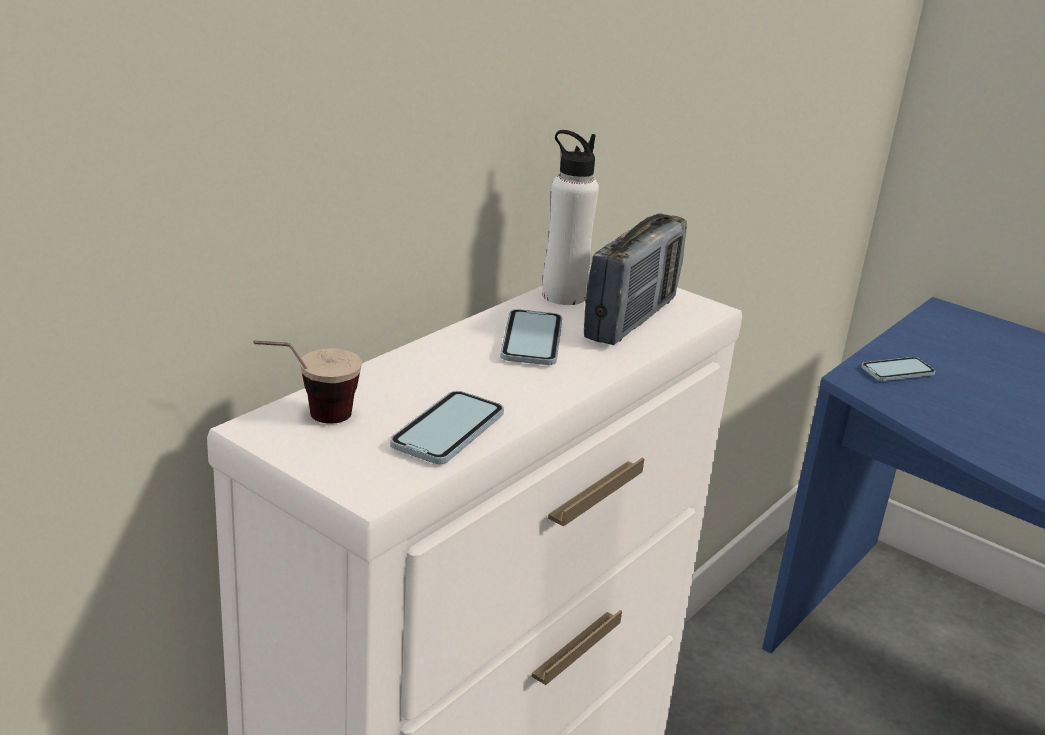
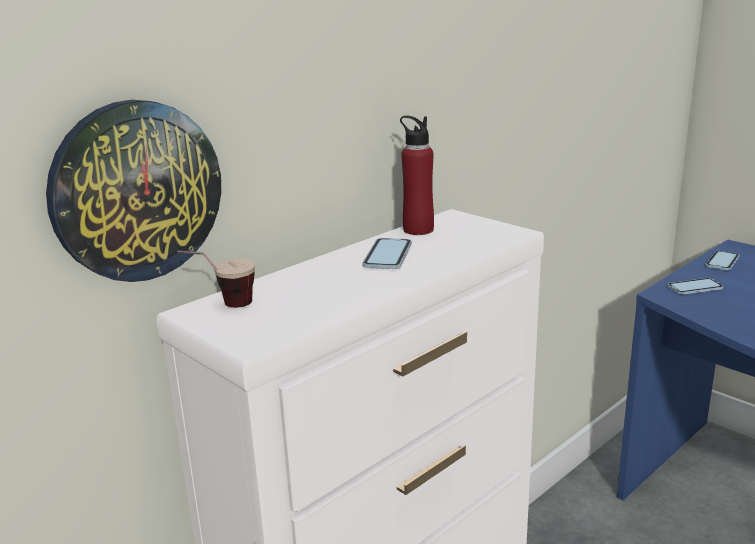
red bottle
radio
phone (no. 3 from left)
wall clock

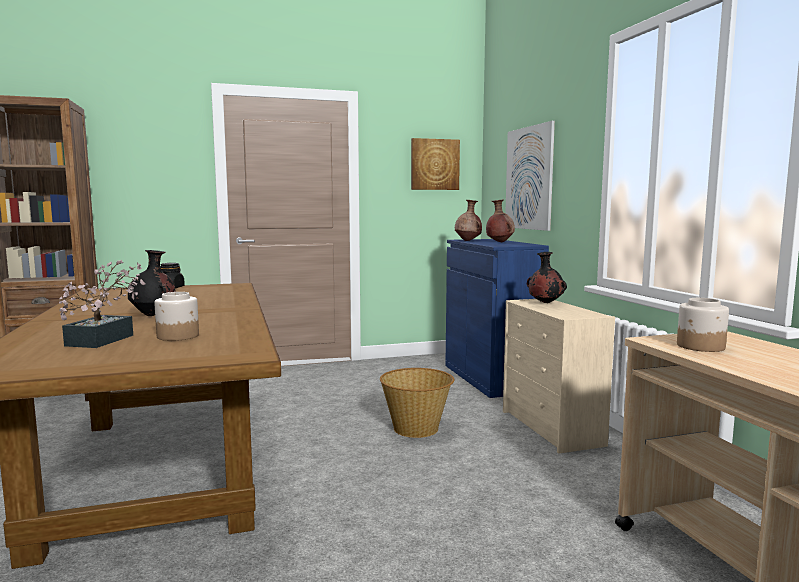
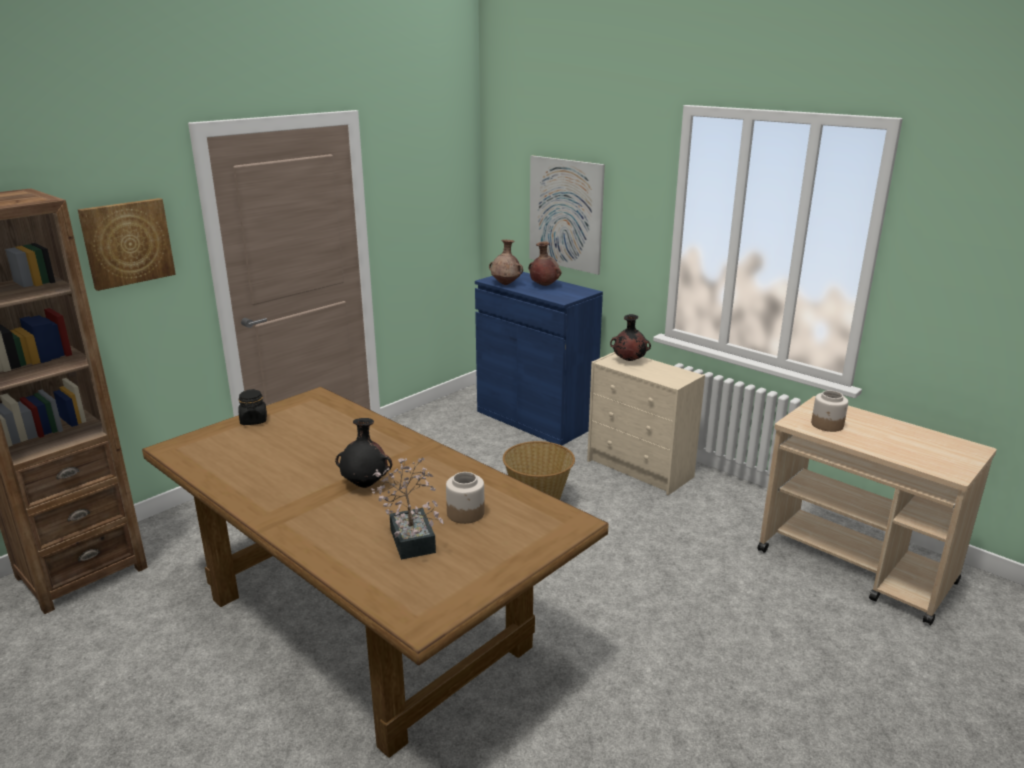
picture (no. 1 from left)

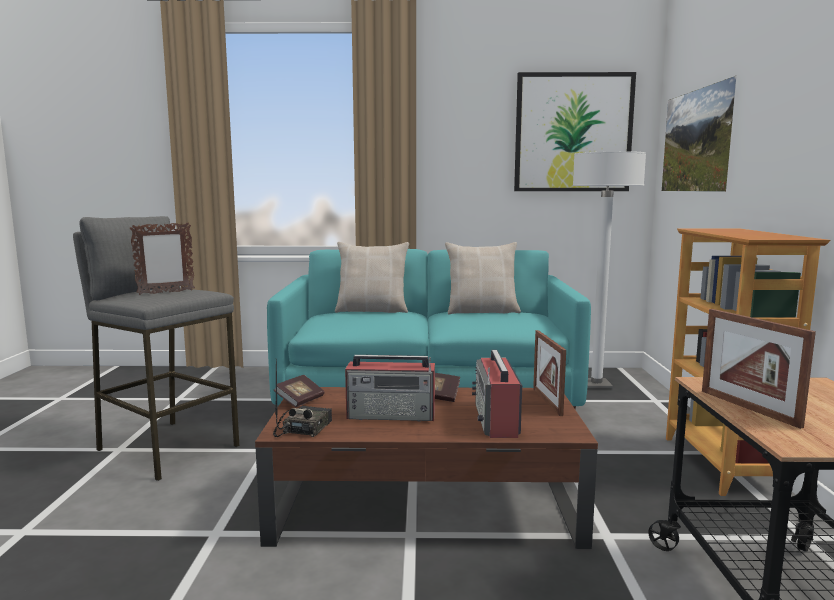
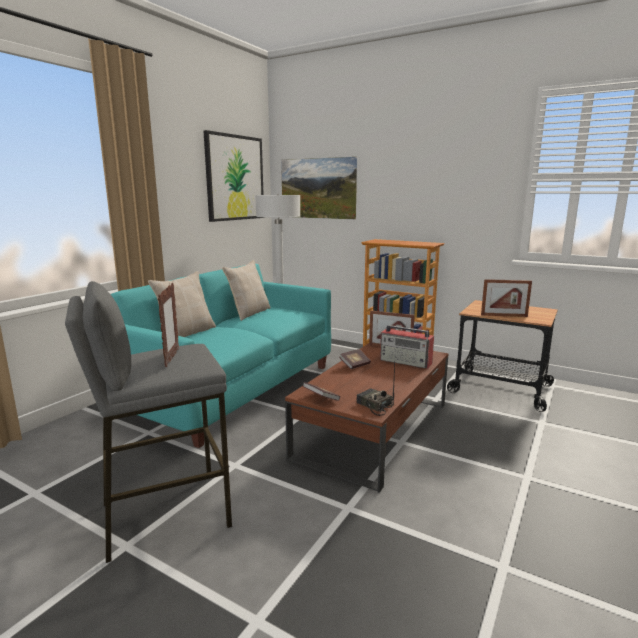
radio (no. 2 from left in the first image)

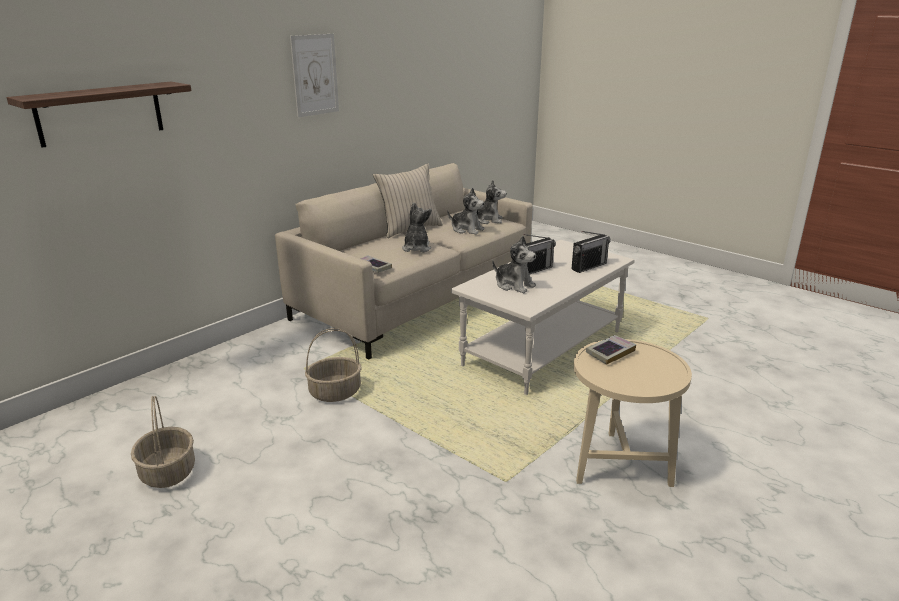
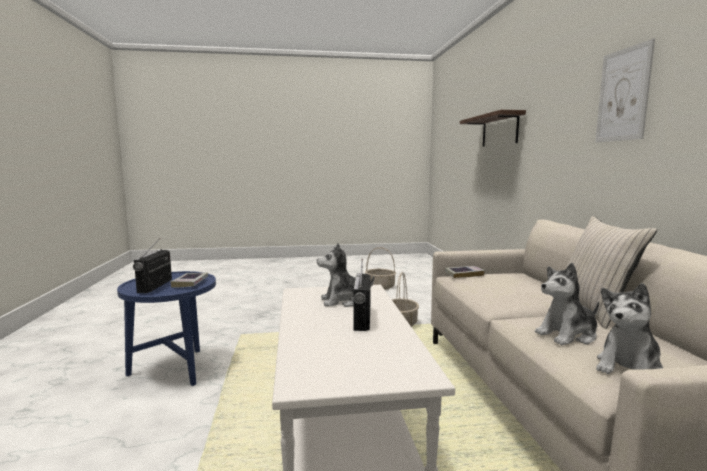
plush toy (no. 1 from left in the first image)
radio (no. 1 from left)
blue side table

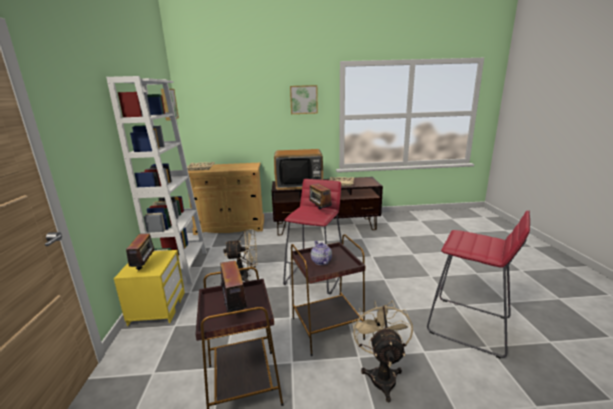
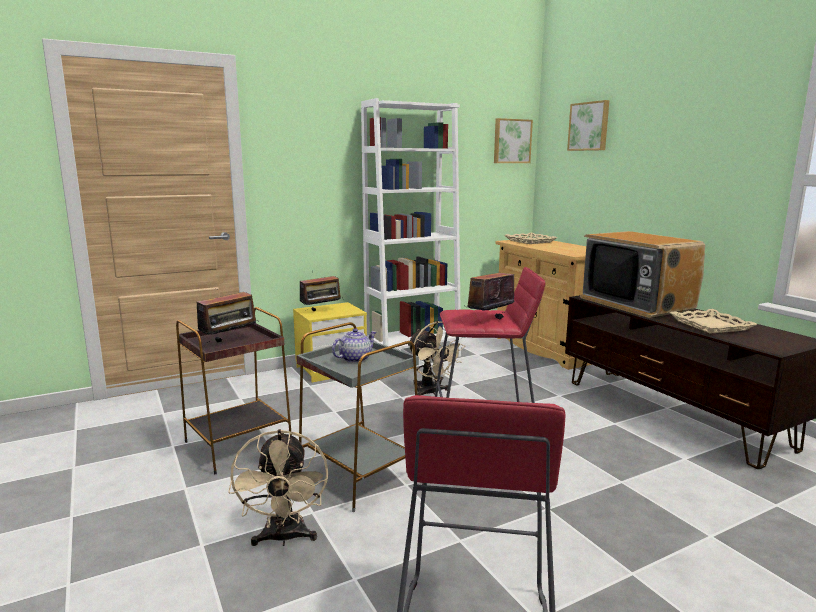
picture (no. 2 from left)
grey side table
beige fan (no. 1 from left)

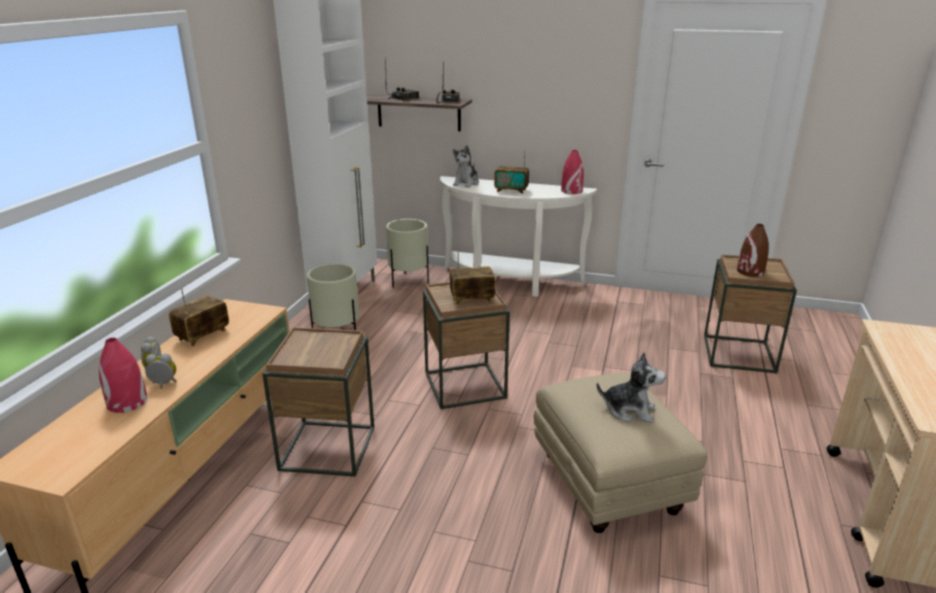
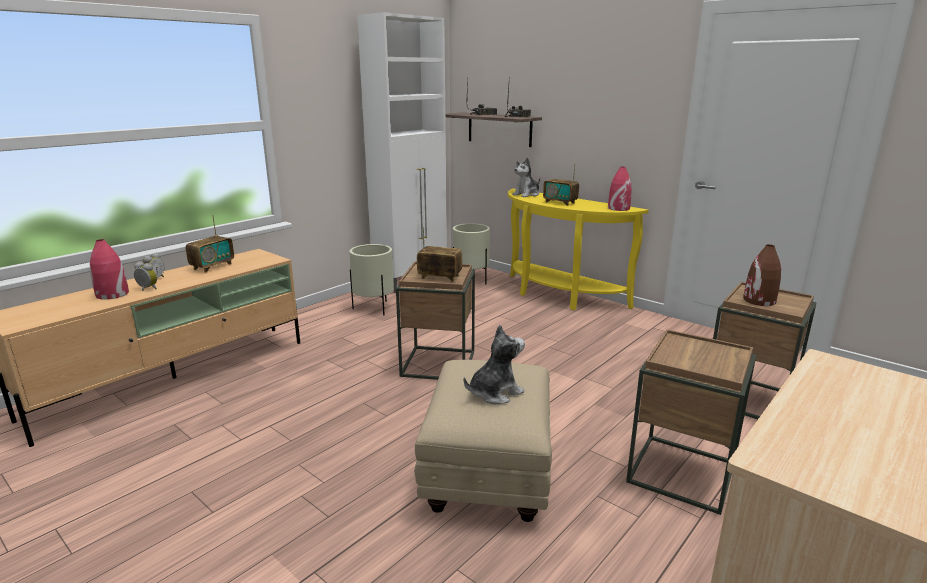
yellow console table
radio (no. 1 from left)
brown side table (no. 2 from left)
plush toy (no. 1 from left)

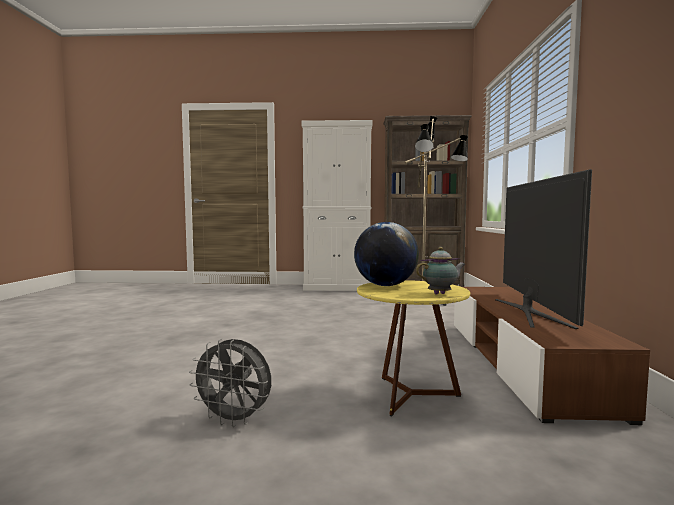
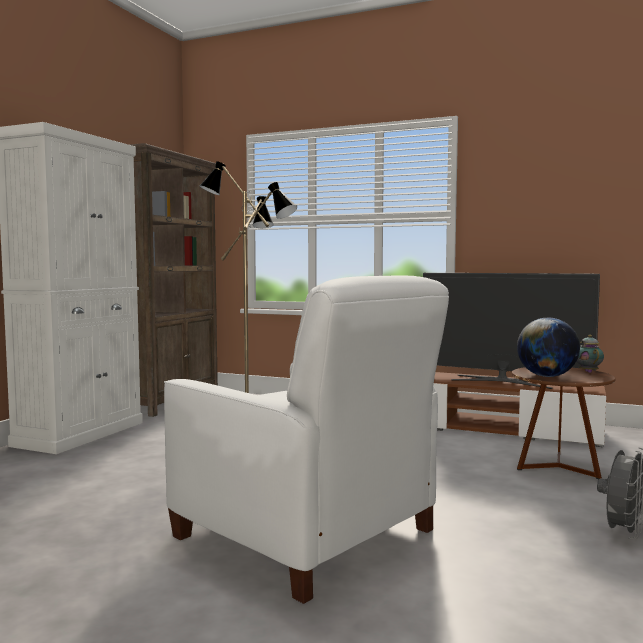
brown side table
white armchair

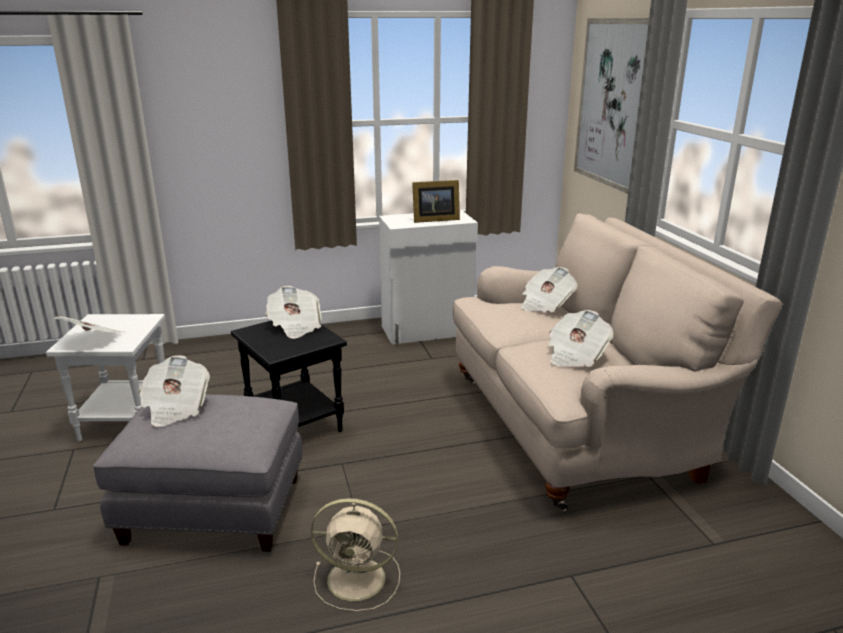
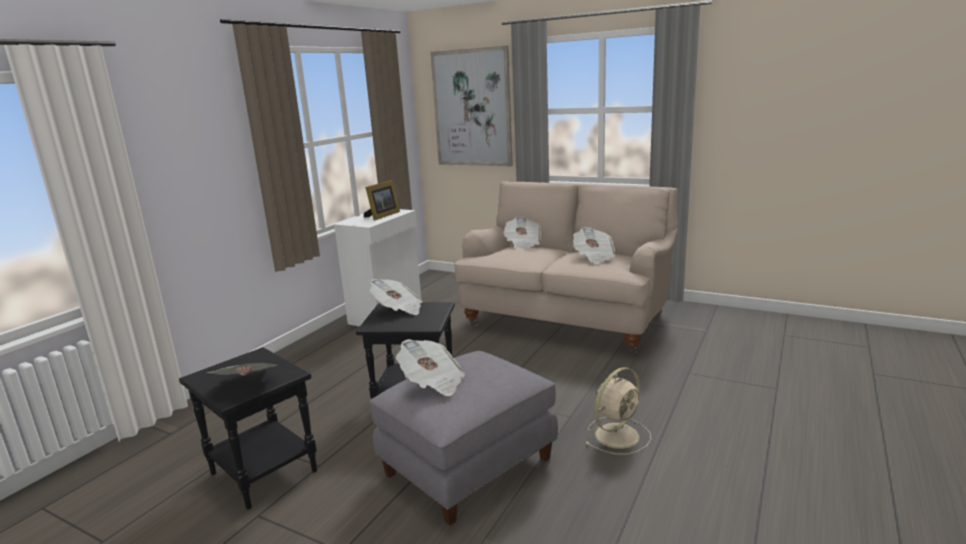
black side table (no. 1 from left)

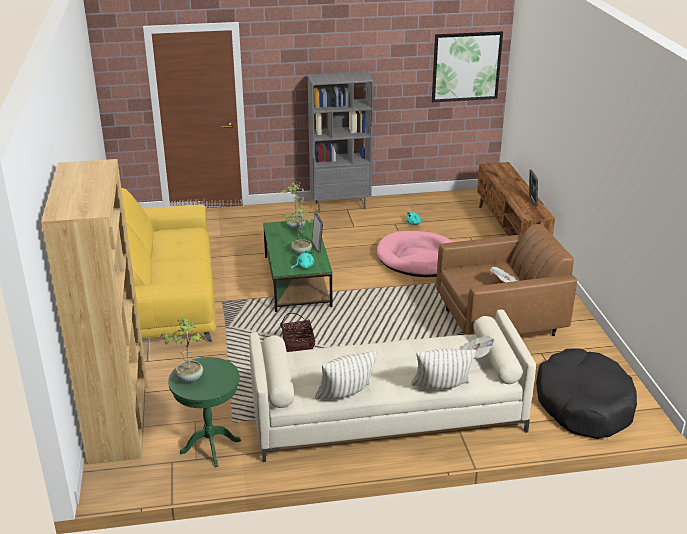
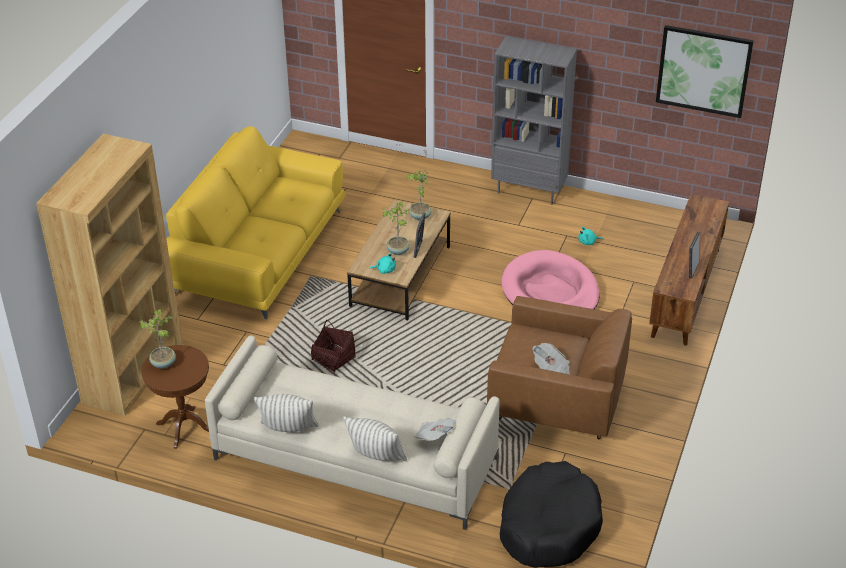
brown coffee table
brown side table

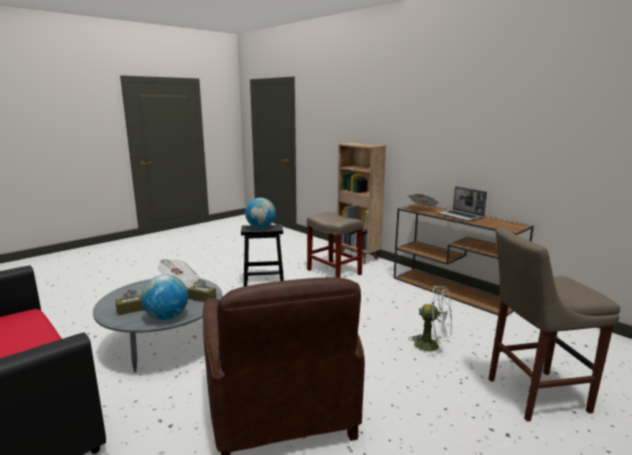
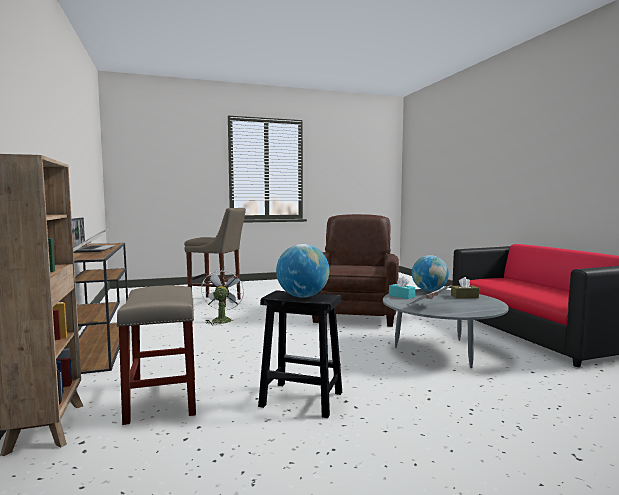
turquoise tissue box
white fan

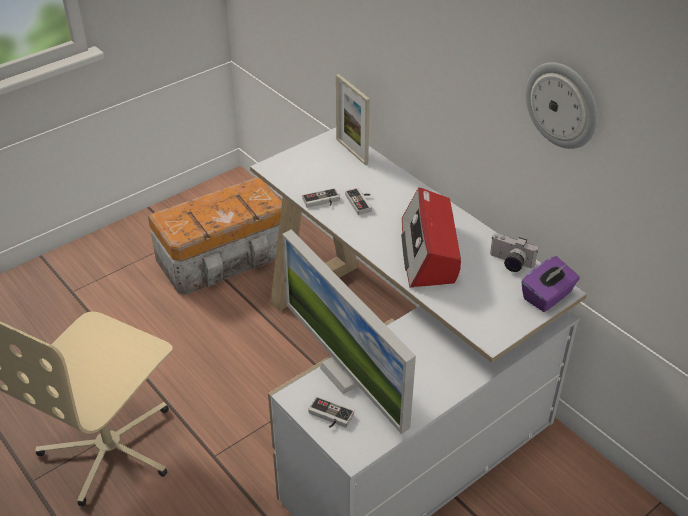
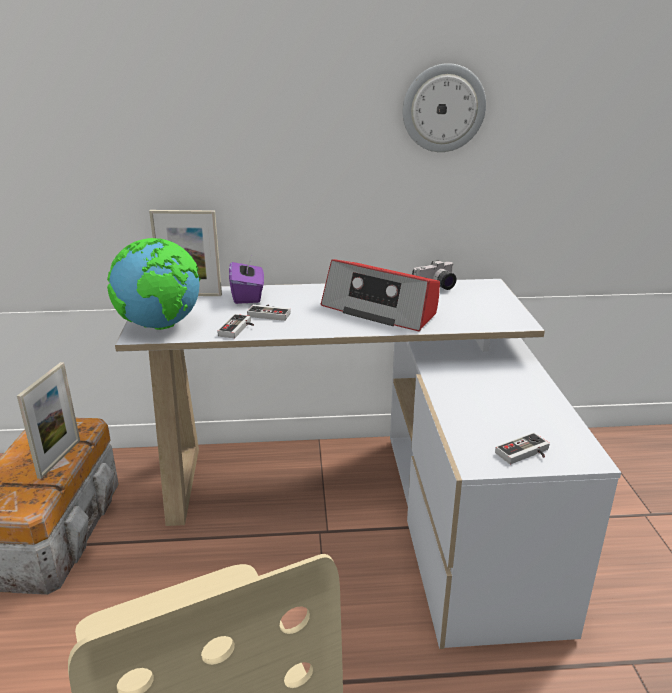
monitor
purple tissue box
globe
picture frame (no. 1 from left)

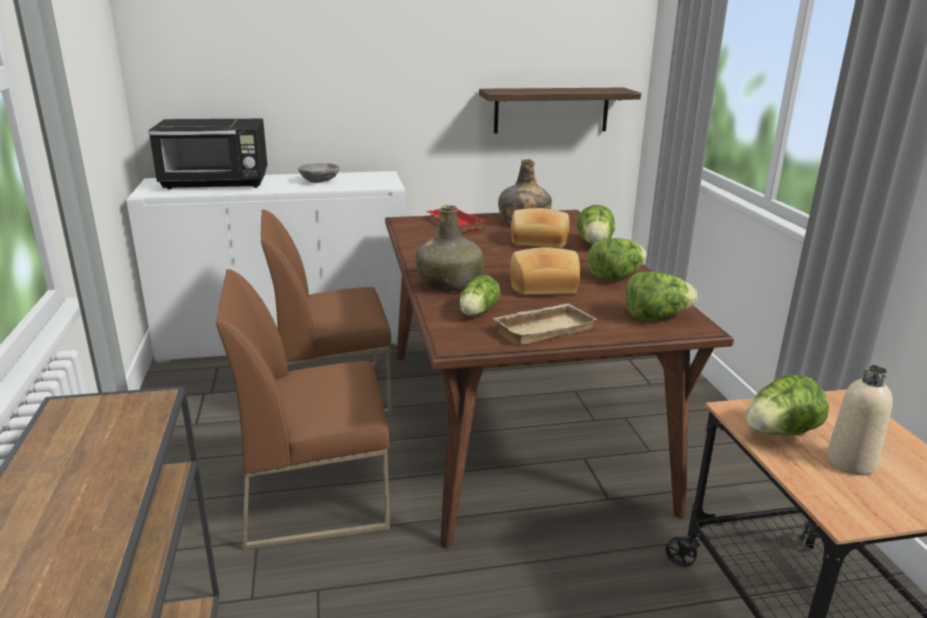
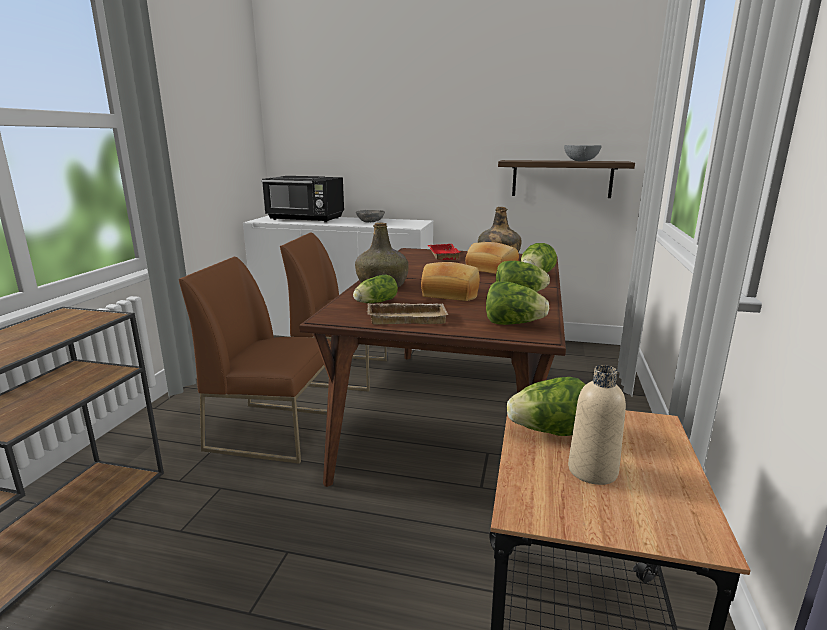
grey bowl (no. 2 from left)

